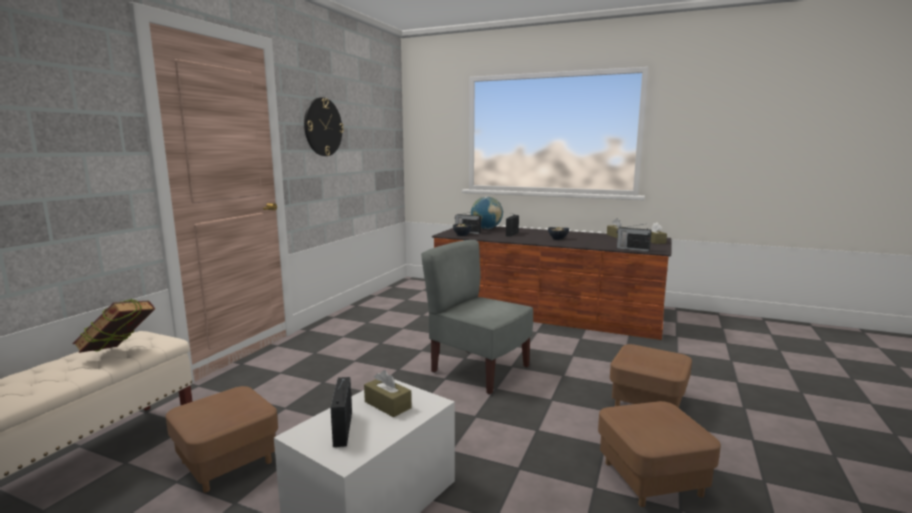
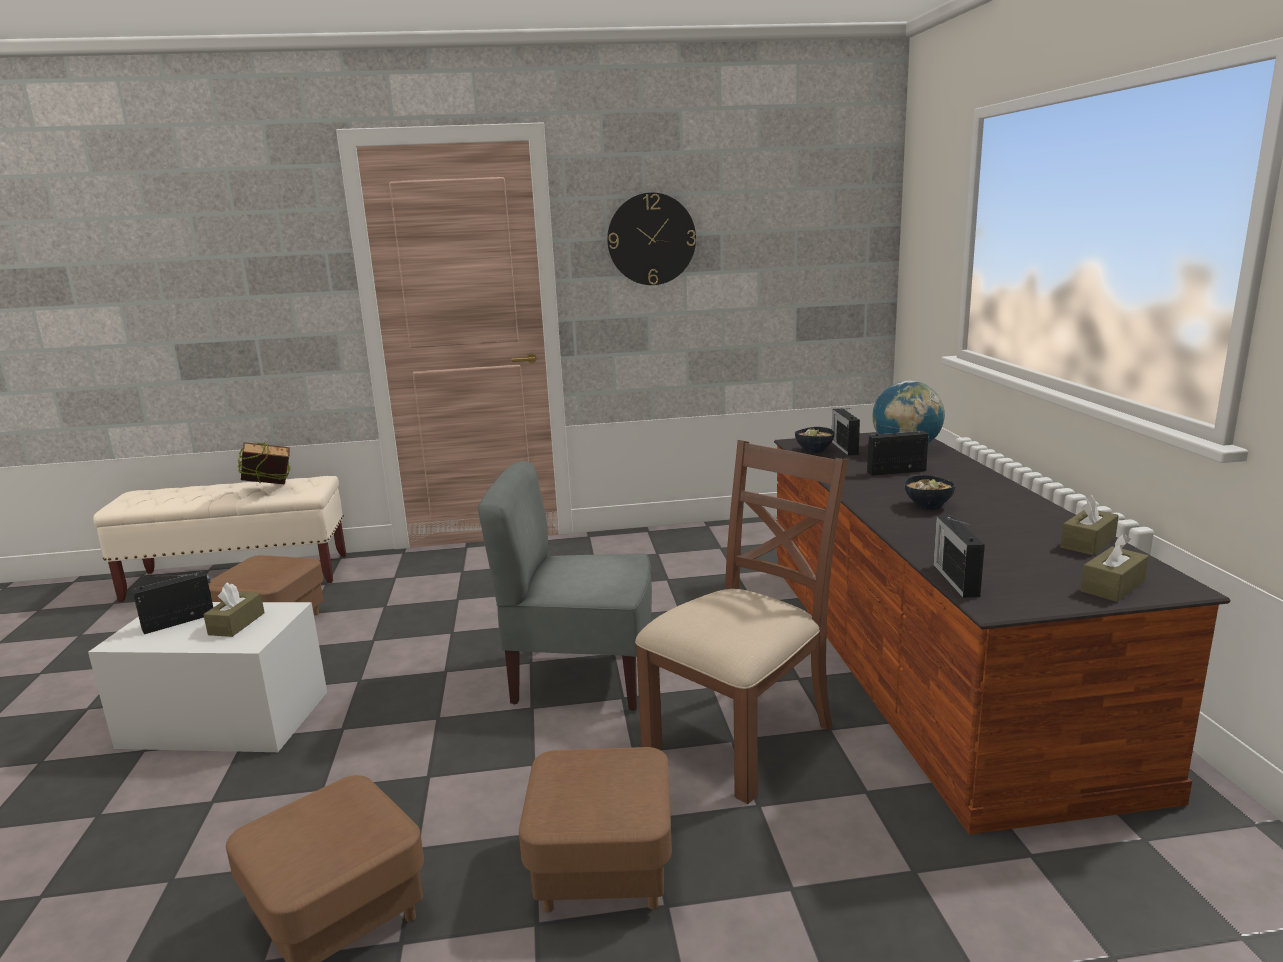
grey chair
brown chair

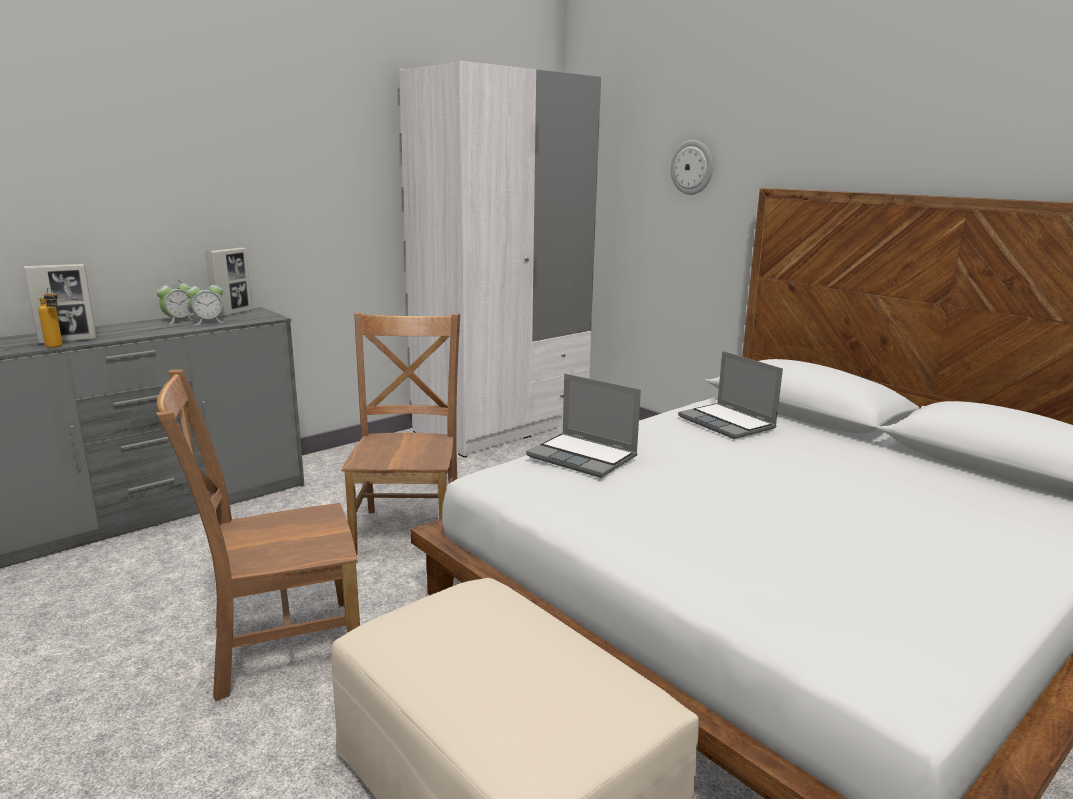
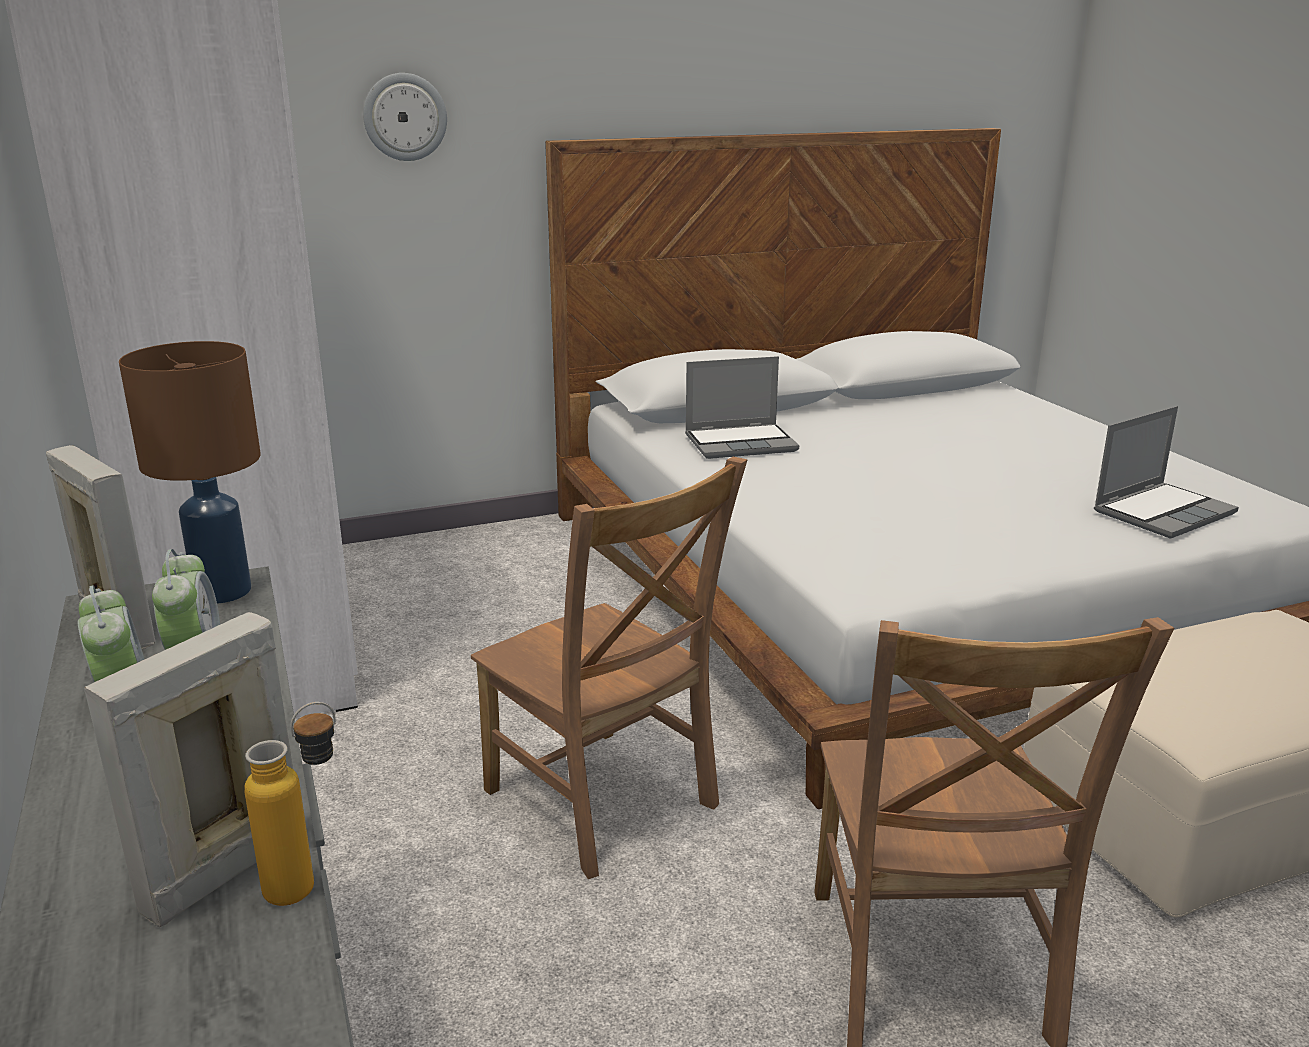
picture frame (no. 2 from left)
brown chair (no. 1 from left)
laptop (no. 2 from left)
brown table lamp

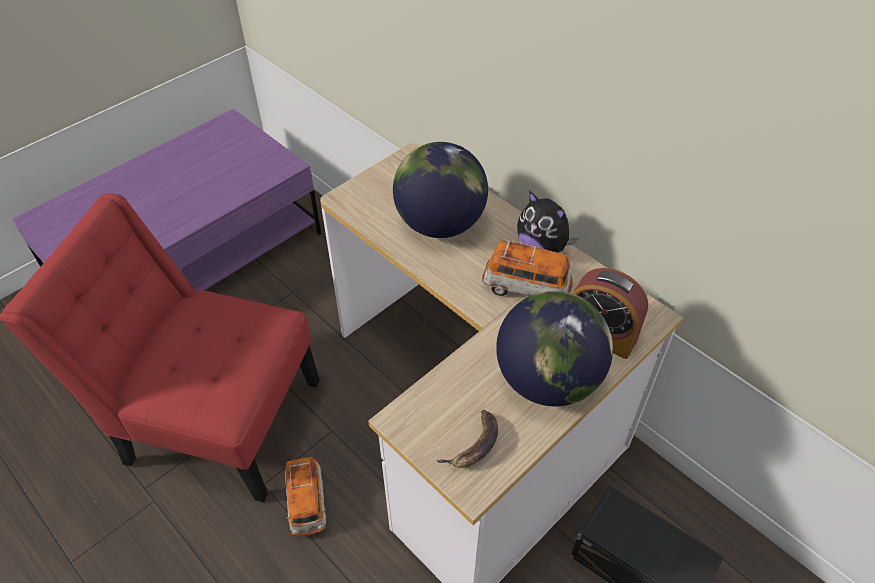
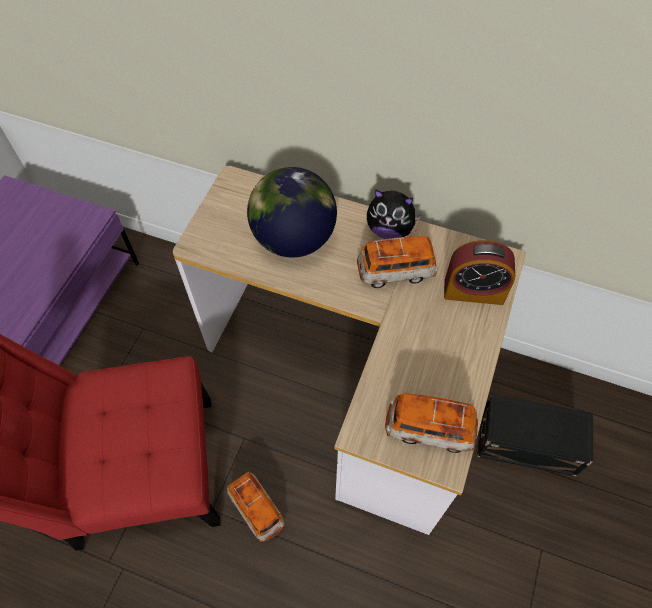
globe (no. 2 from left in the first image)
toy car (no. 3 from left)

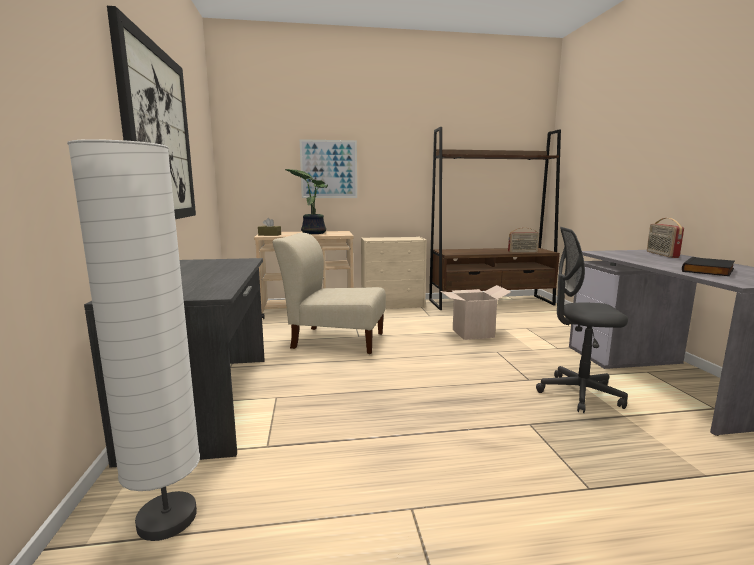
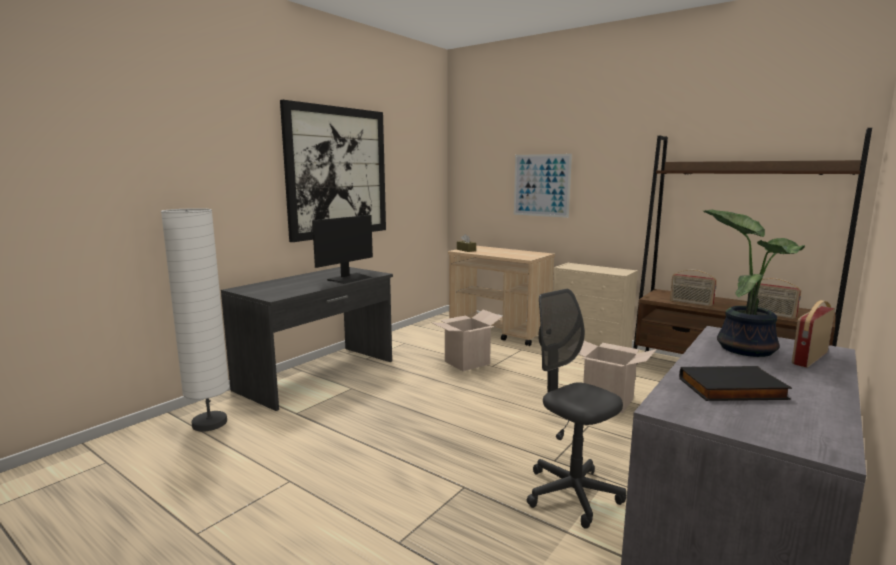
potted plant
cardboard box (no. 1 from left)
monitor
radio (no. 1 from left)

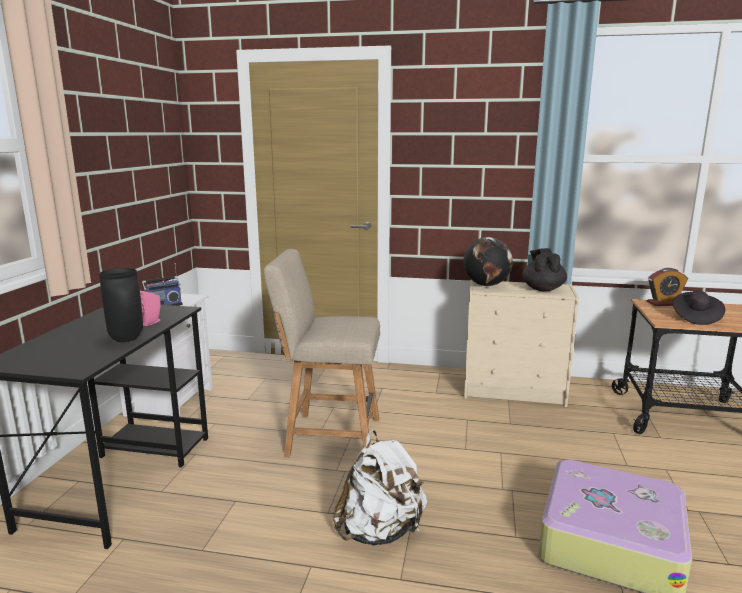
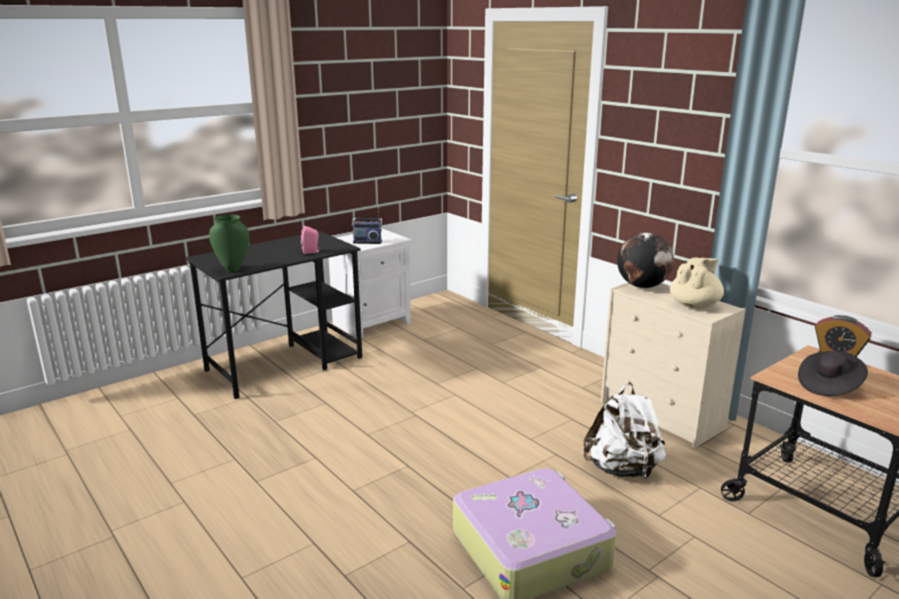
beige teapot
beige chair
black vase
white backpack
green vase

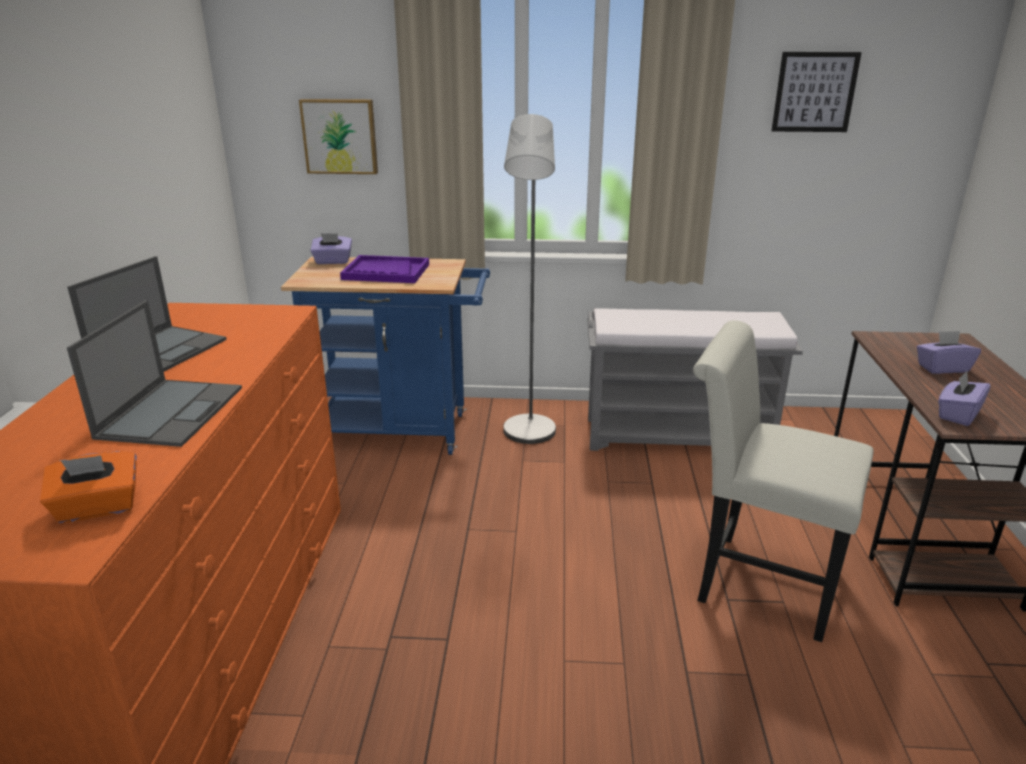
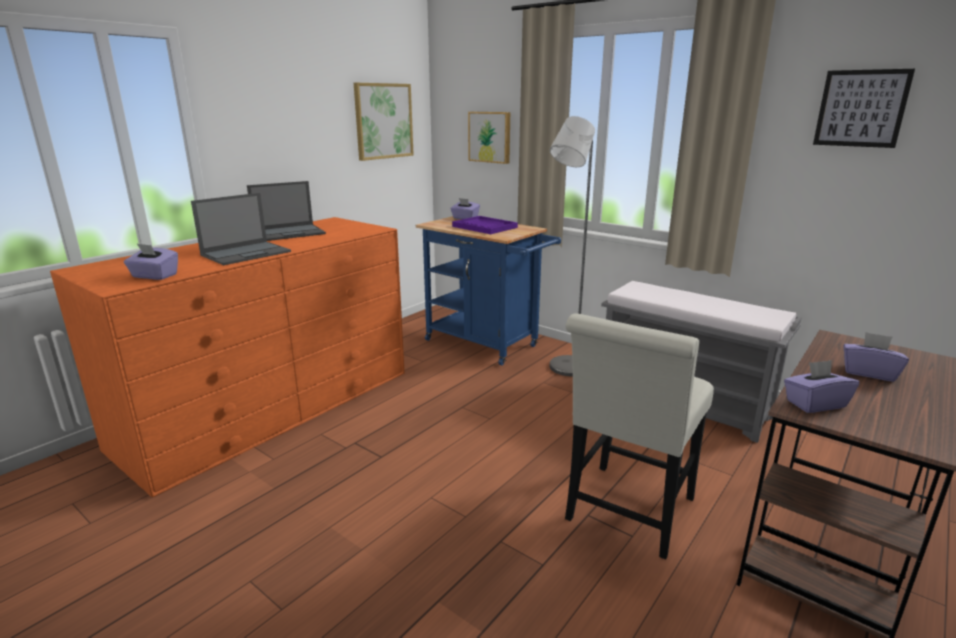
white chair
purple tissue box (no. 1 from left)
picture (no. 1 from left)

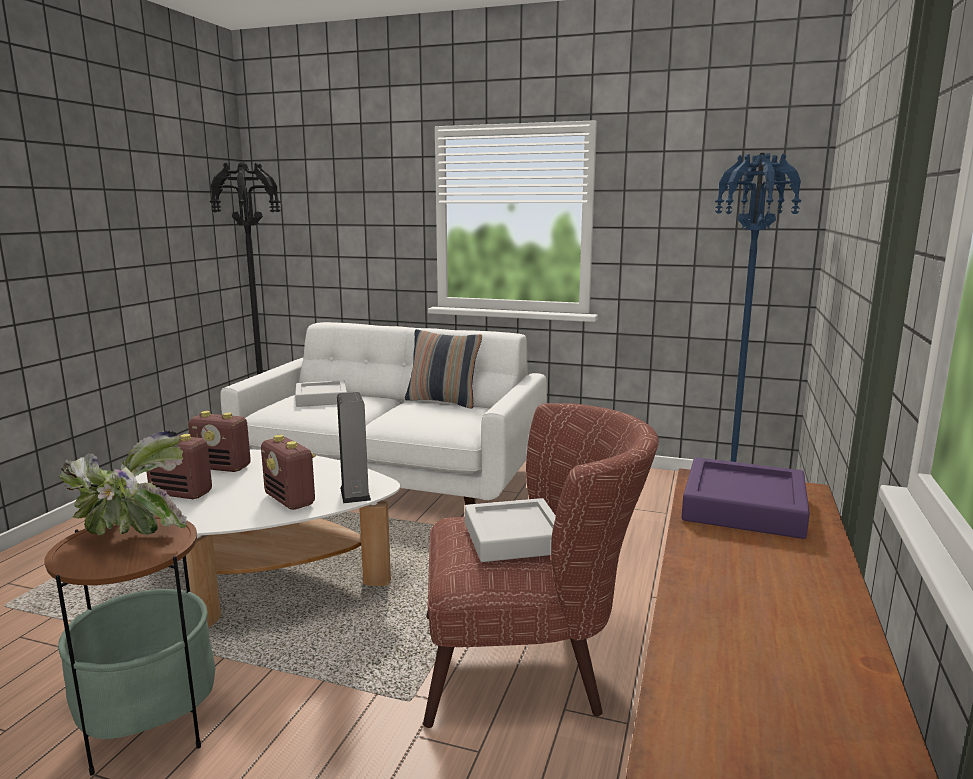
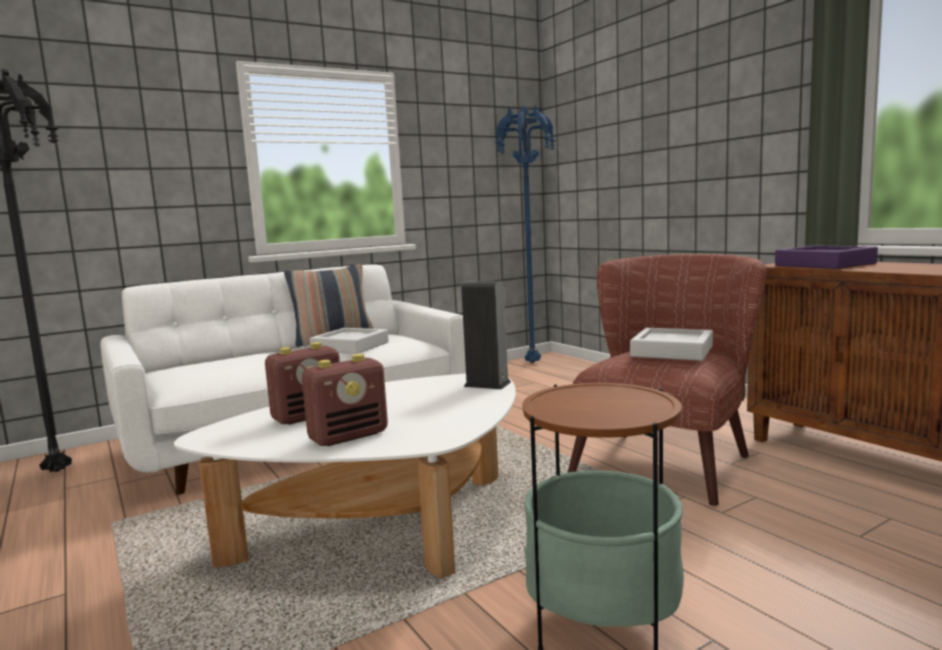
grey tray (no. 1 from left)
potted plant
radio (no. 3 from left in the first image)

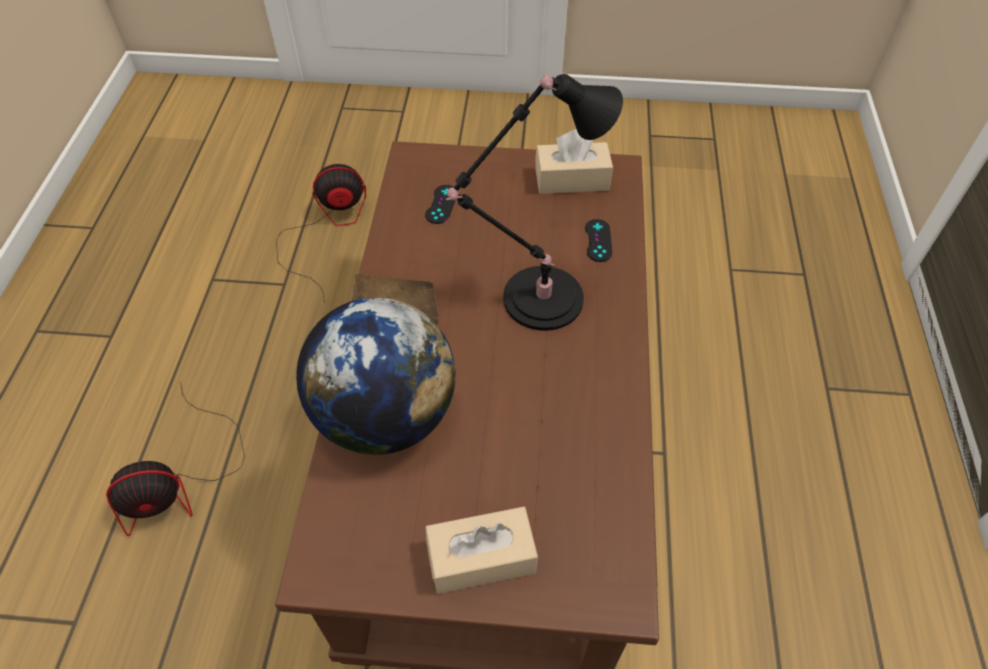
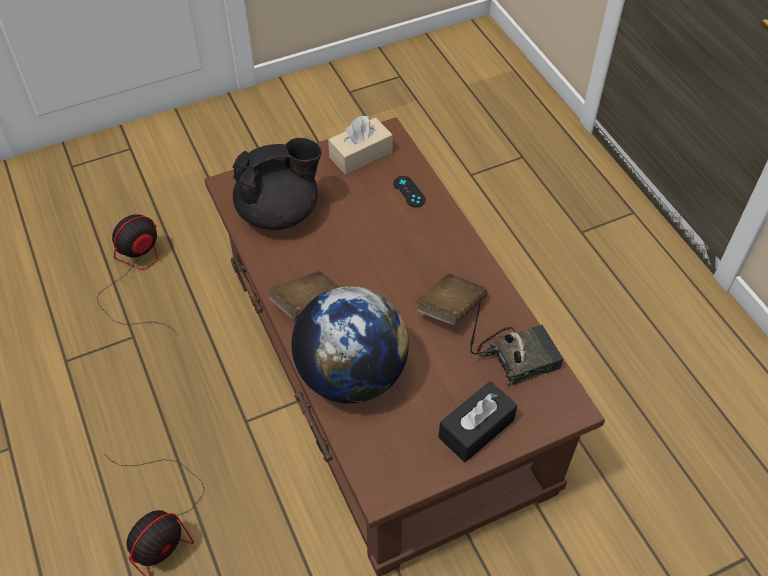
black table lamp
black teapot
black tissue box
brown book (no. 2 from left)
radio

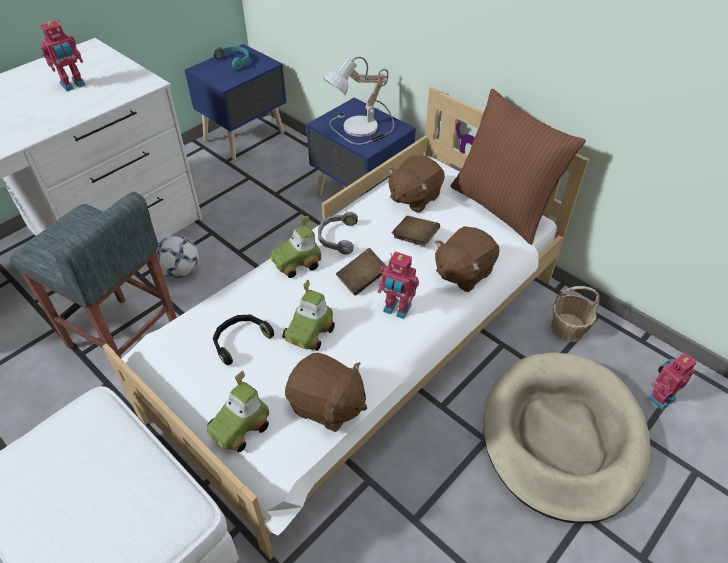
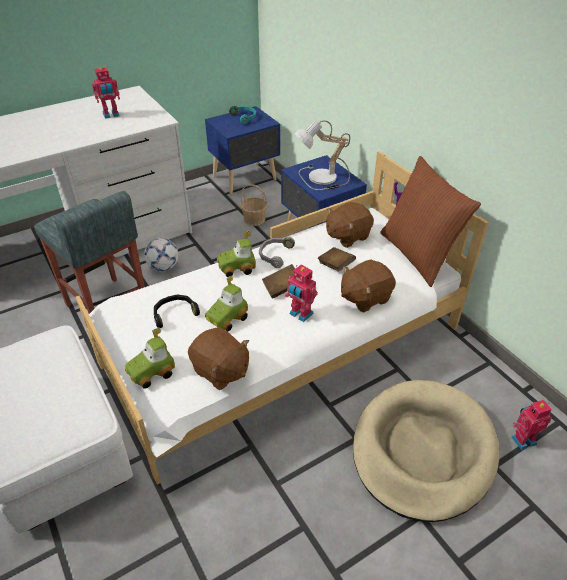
basket

